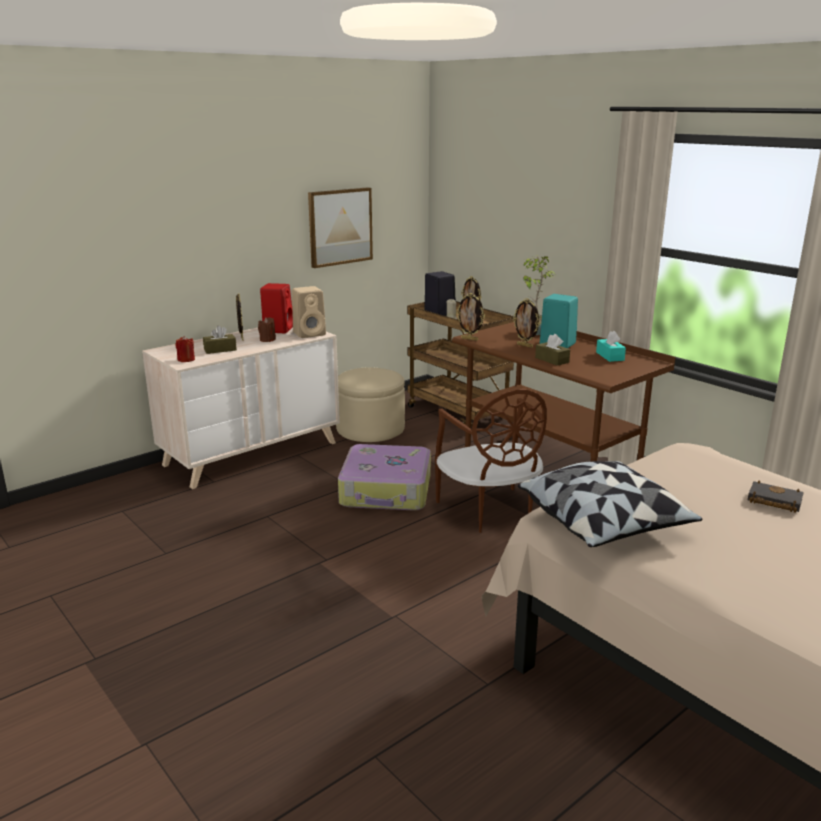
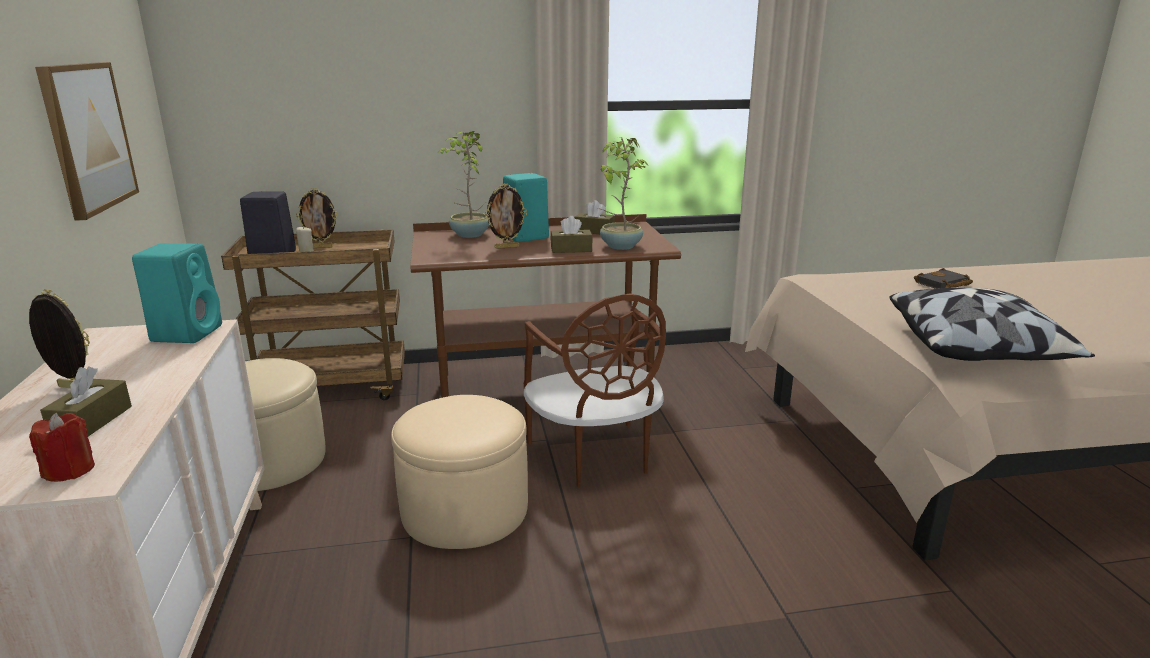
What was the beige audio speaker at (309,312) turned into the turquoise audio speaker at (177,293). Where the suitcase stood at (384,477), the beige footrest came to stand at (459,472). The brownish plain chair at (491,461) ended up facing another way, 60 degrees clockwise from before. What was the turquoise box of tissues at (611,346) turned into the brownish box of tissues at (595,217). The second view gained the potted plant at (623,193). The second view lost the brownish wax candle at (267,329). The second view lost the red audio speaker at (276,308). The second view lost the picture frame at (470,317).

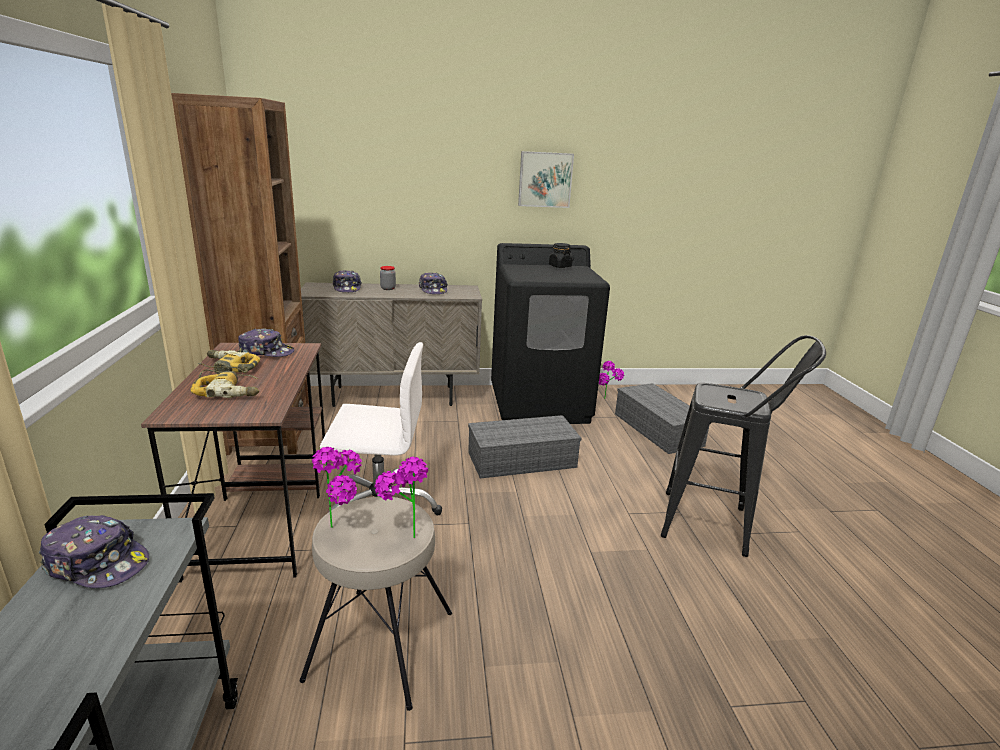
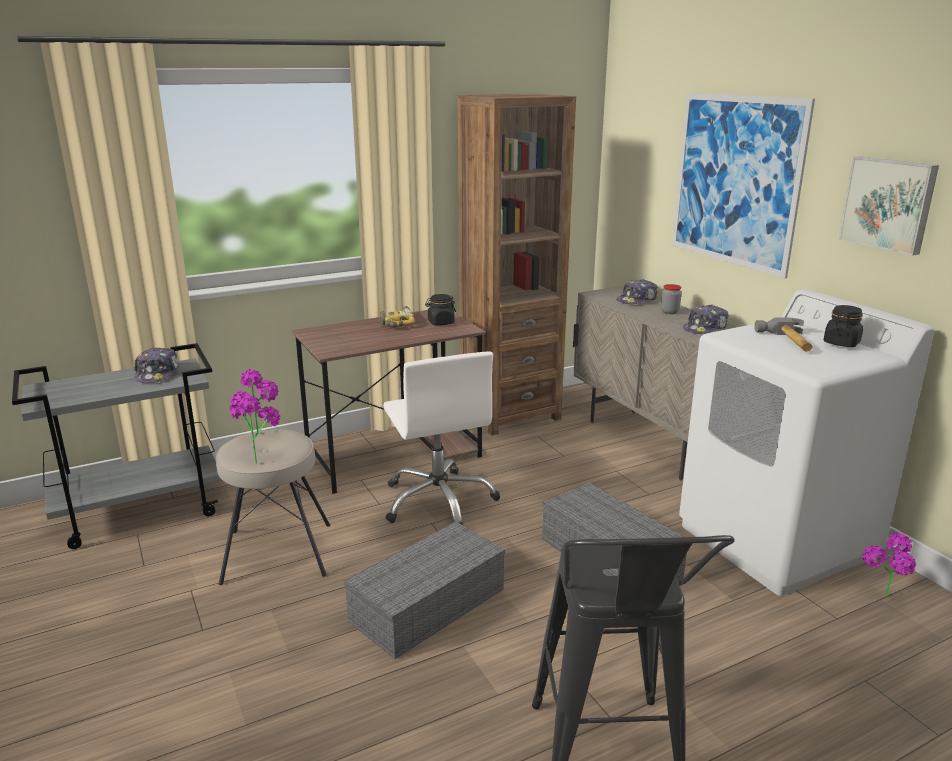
The grey storage box ended up elsewhere, having gone from (662,418) to (424,590). Where the peaked cap stood at (265,343), the black jar came to stand at (440,309). The second view gained the picture at (743,185). What was the black laundry machine at (550,333) turned into the whitish laundry machine at (806,442). The second view gained the hammer at (783,335). The second view lost the power drill at (224,383).

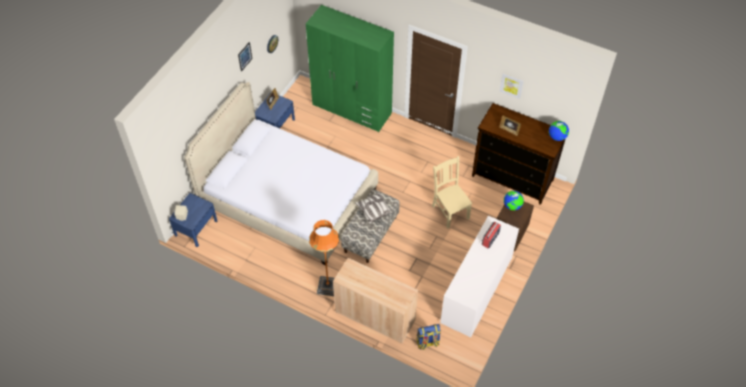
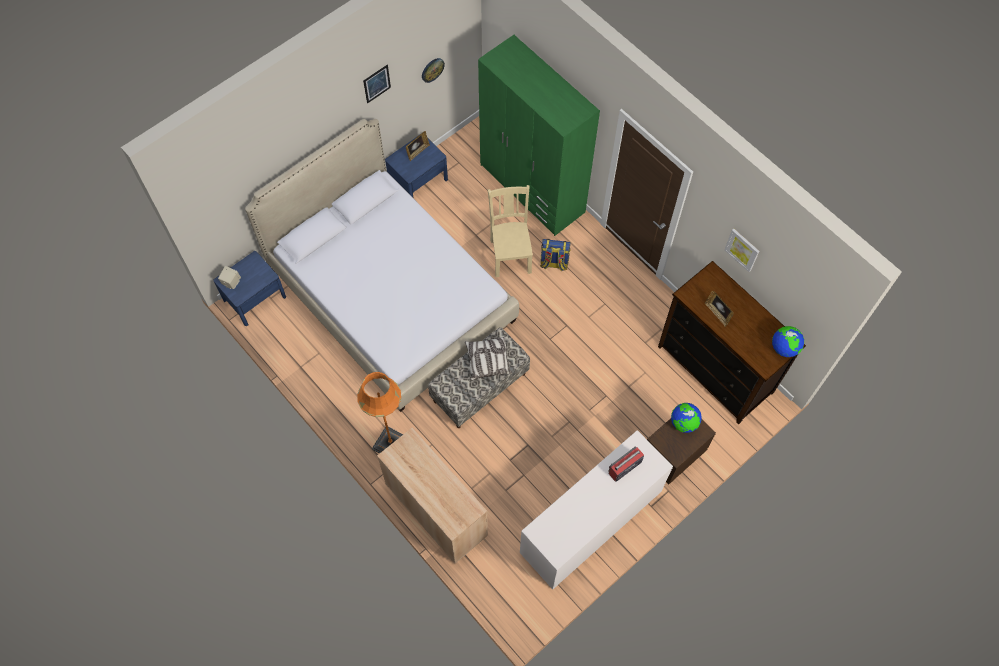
The beige plain chair ended up elsewhere, having gone from (452,192) to (510,231). The knapsack ended up elsewhere, having gone from (428,337) to (555,255).

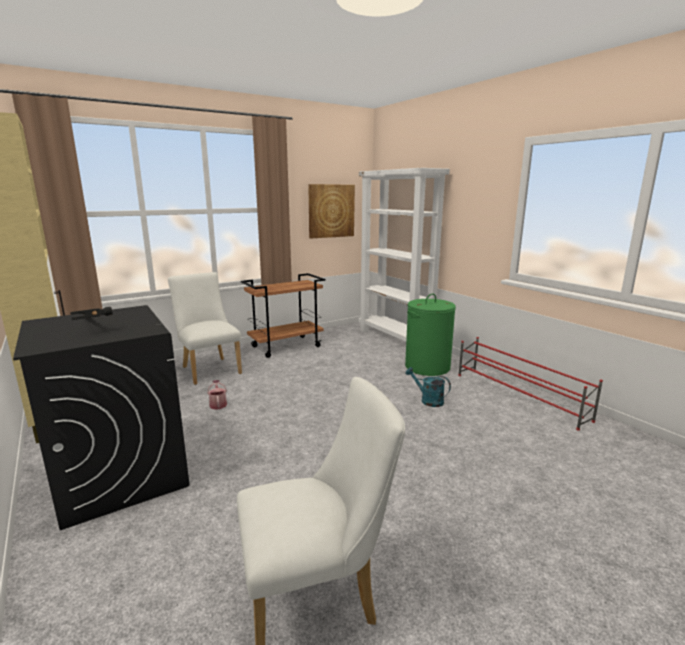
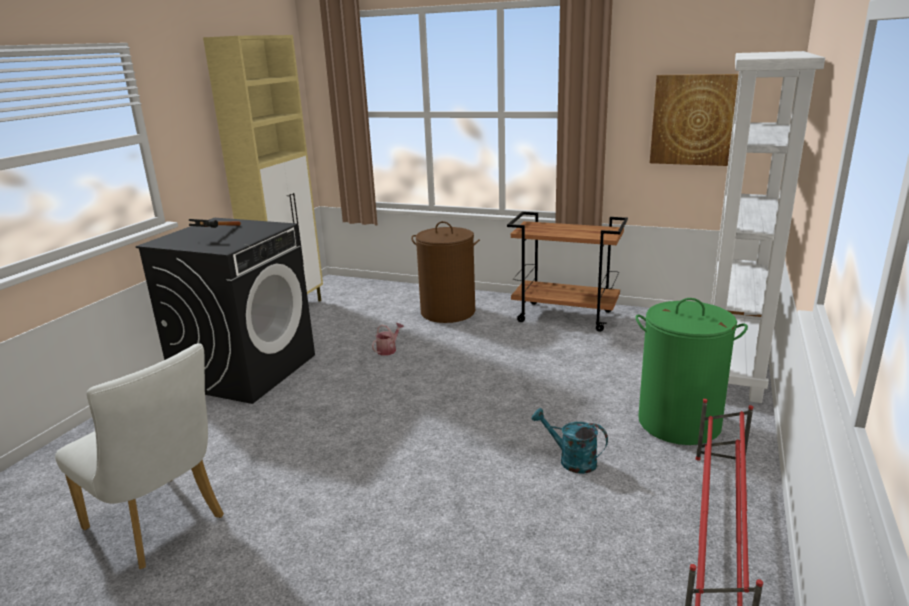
Where the whitish plain chair stood at (205,328), the brownish laundry basket came to stand at (445,272). The turquoise sprinkling can at (428,387) ended up facing another way, 60 degrees counterclockwise from before.

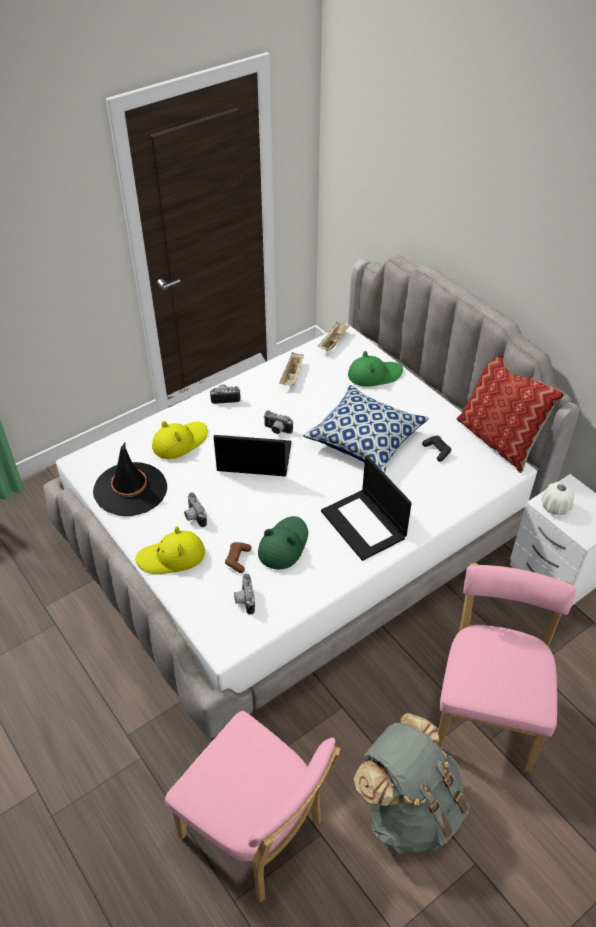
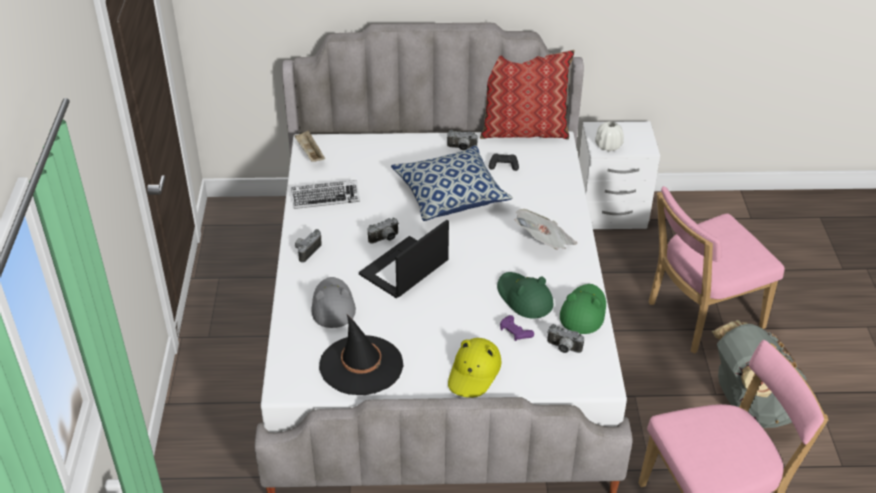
Where the beige tray stood at (291,369), the keyboard came to stand at (325,194). What was the yellow clothing hat at (180,440) turned into the grey clothing hat at (333,302). The still camera ended up elsewhere, having gone from (195,509) to (462,140). What was the brownish gamepad at (238,557) turned into the purple gamepad at (517,328). Where the notebook computer stood at (366,508), the daily paper came to stand at (545,229). The green-coloured clothing hat ended up elsewhere, having gone from (375,369) to (583,309). The pink plain chair at (506,668) ended up facing another way, 75 degrees counterclockwise from before.

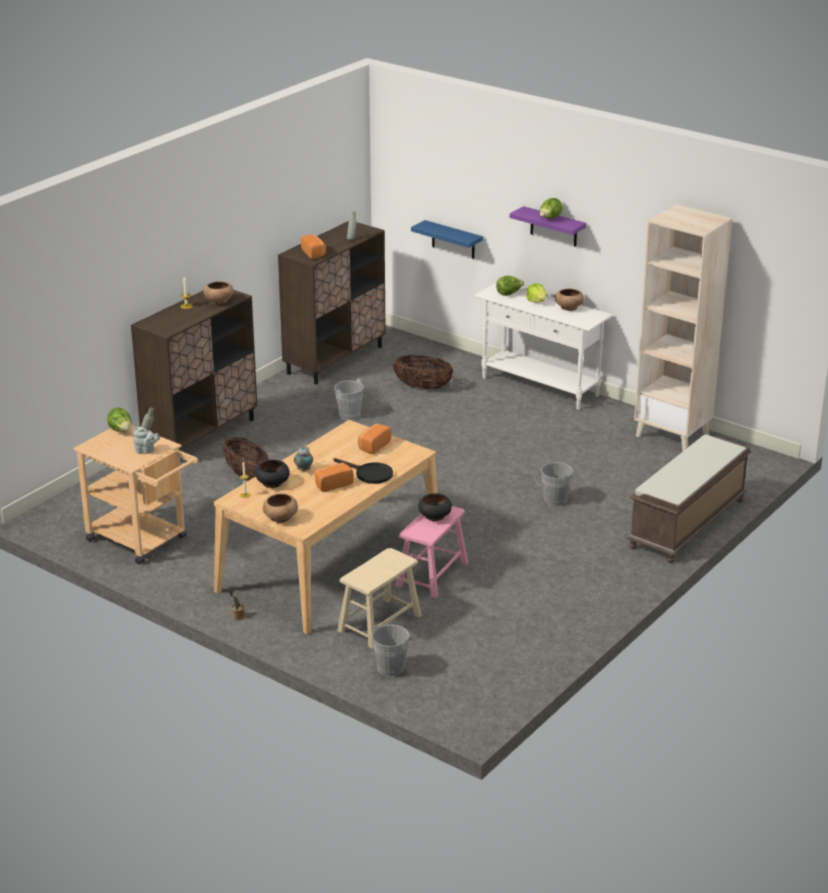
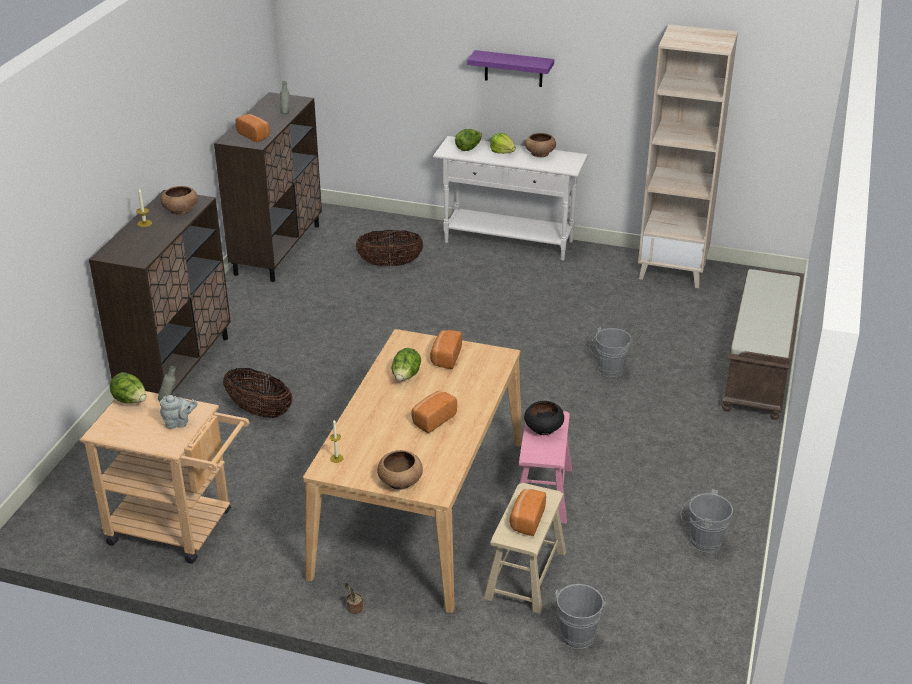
The lettuce ended up elsewhere, having gone from (551,208) to (406,364). The second view gained the bread at (527,512). The grey bucket ended up elsewhere, having gone from (347,399) to (707,520). The second view lost the black bowl at (272,474). The second view lost the pot for tea at (303,458). The second view lost the black frying pan at (363,471). The second view lost the bluish bracket shelf at (447,239).

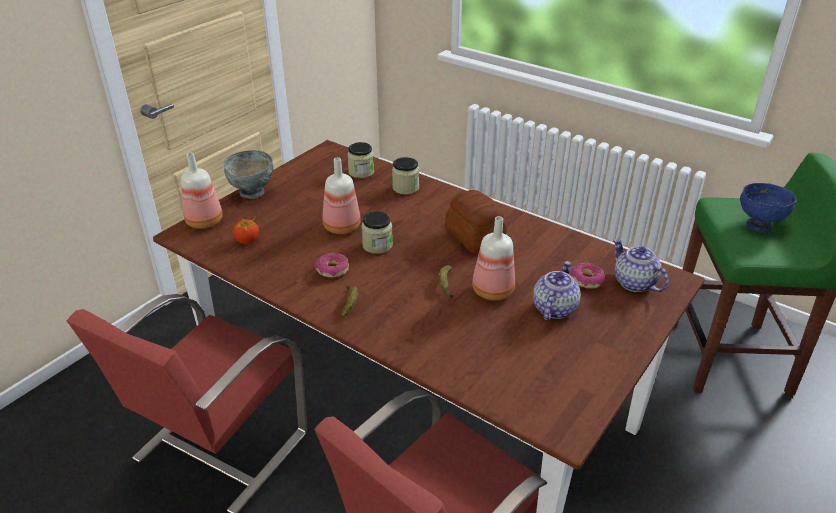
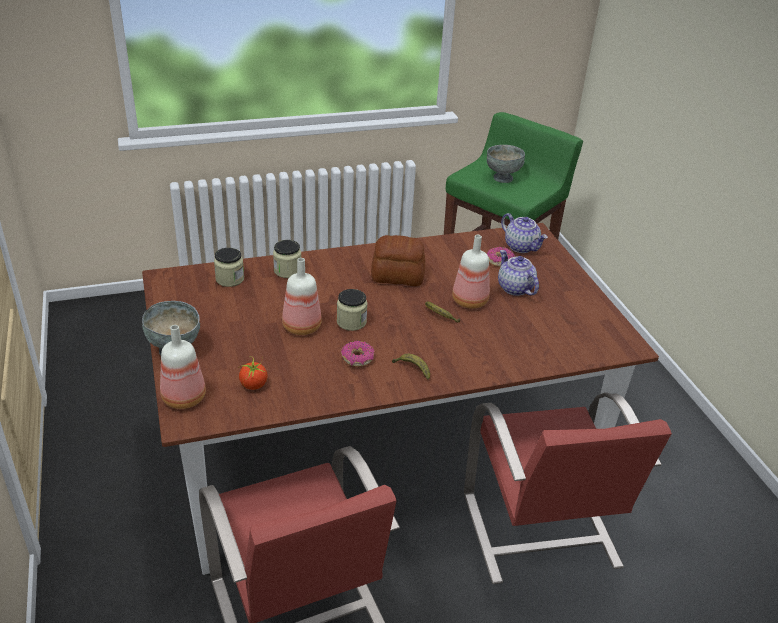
What was the bluish bowl at (768,208) turned into the grey bowl at (506,164). The pot for tea at (641,265) ended up facing another way, 135 degrees counterclockwise from before.

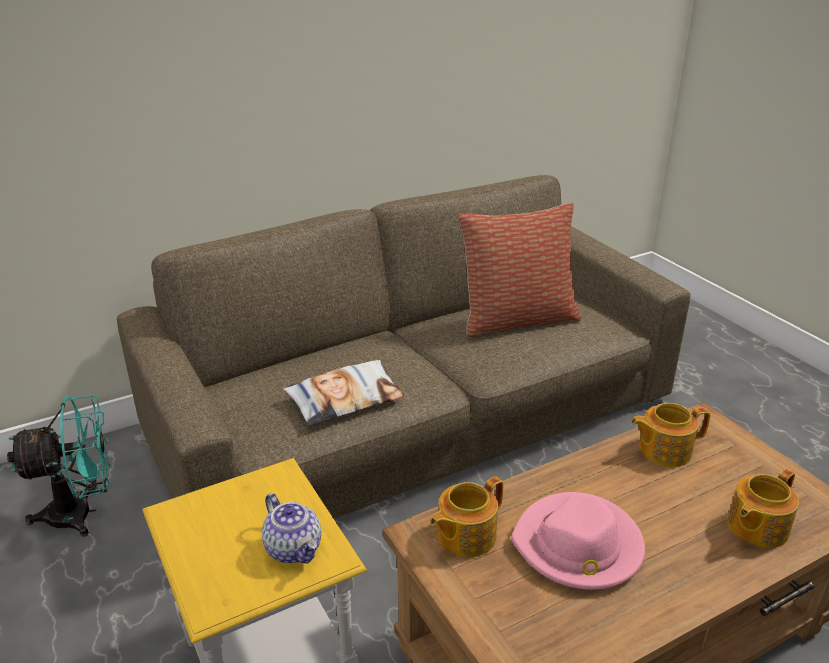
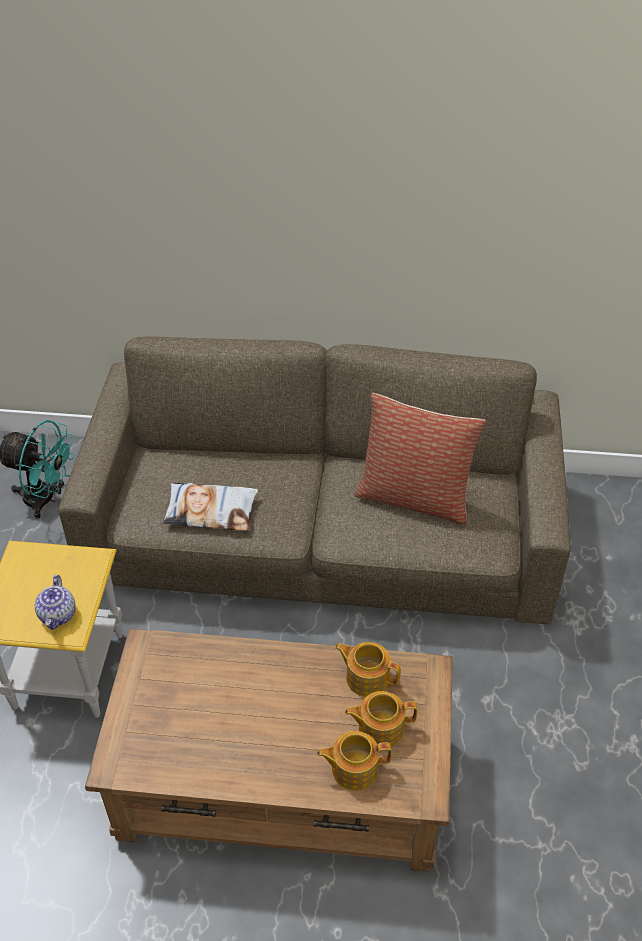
The pot for tea ended up elsewhere, having gone from (467,516) to (381,719). The second view lost the pink clothing hat at (578,541).

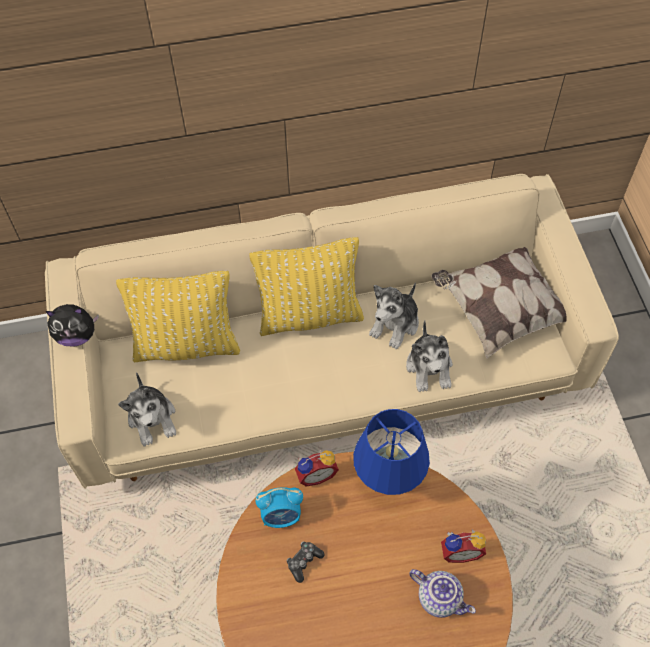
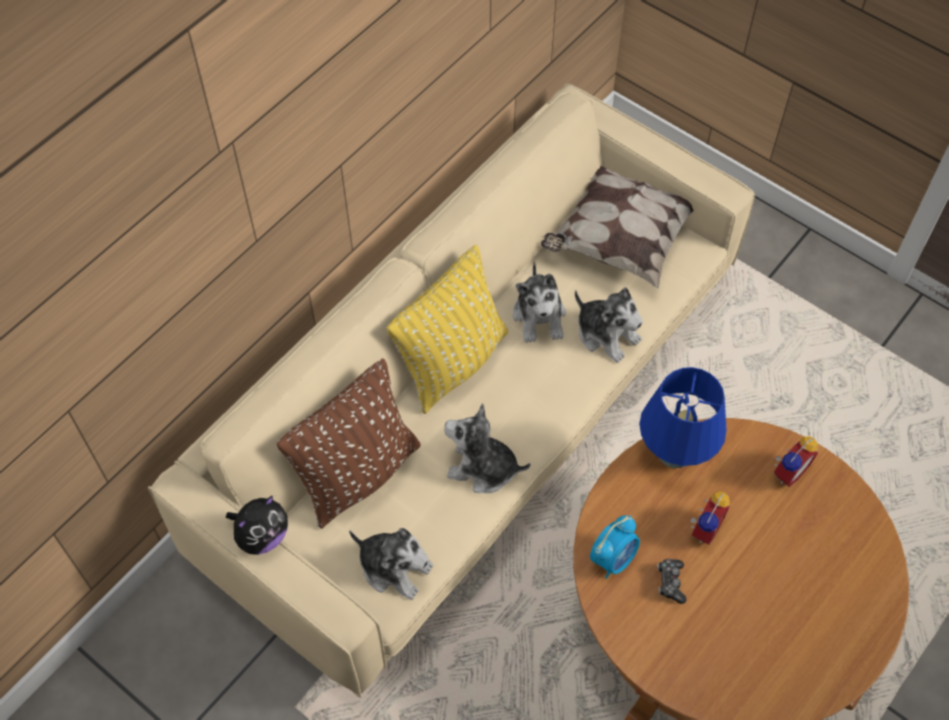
What was the yellow throw pillow at (178,316) turned into the brownish throw pillow at (349,444). The second view gained the soft toy at (487,448). The bedside clock ended up elsewhere, having gone from (317,468) to (710,518). The second view lost the pot for tea at (442,593).

